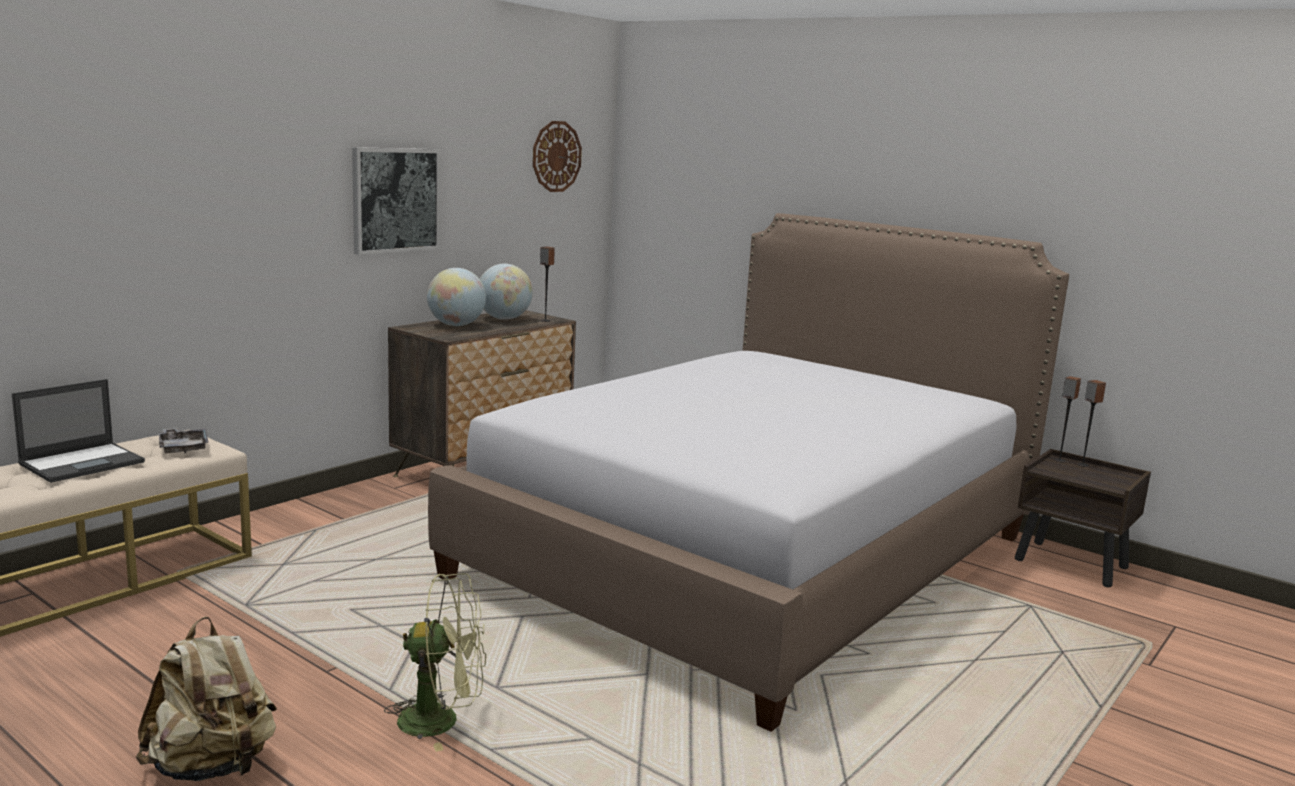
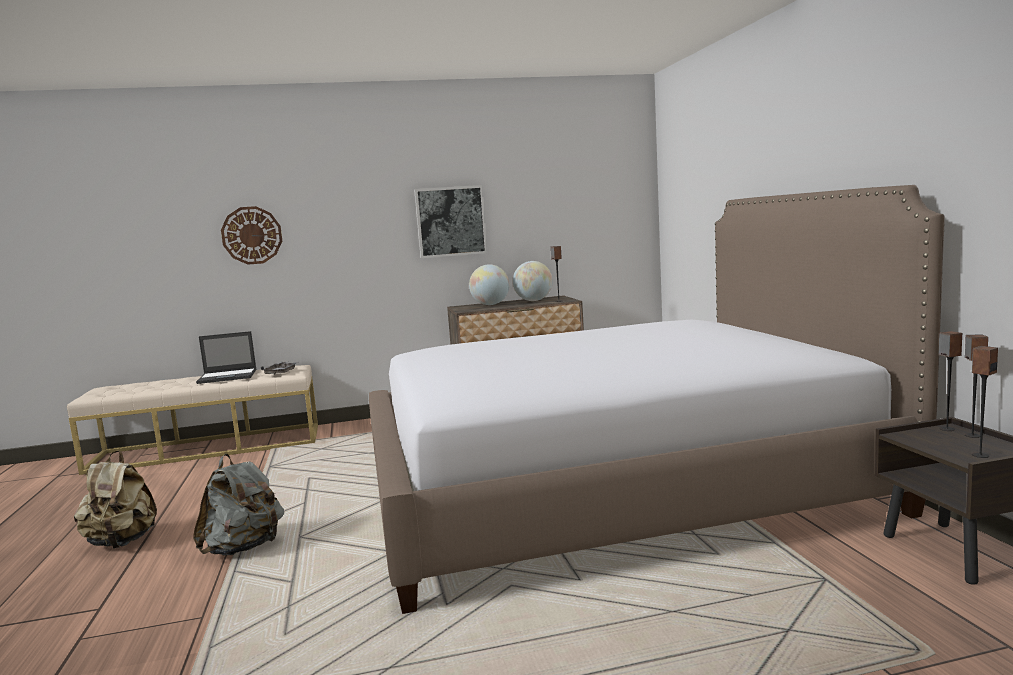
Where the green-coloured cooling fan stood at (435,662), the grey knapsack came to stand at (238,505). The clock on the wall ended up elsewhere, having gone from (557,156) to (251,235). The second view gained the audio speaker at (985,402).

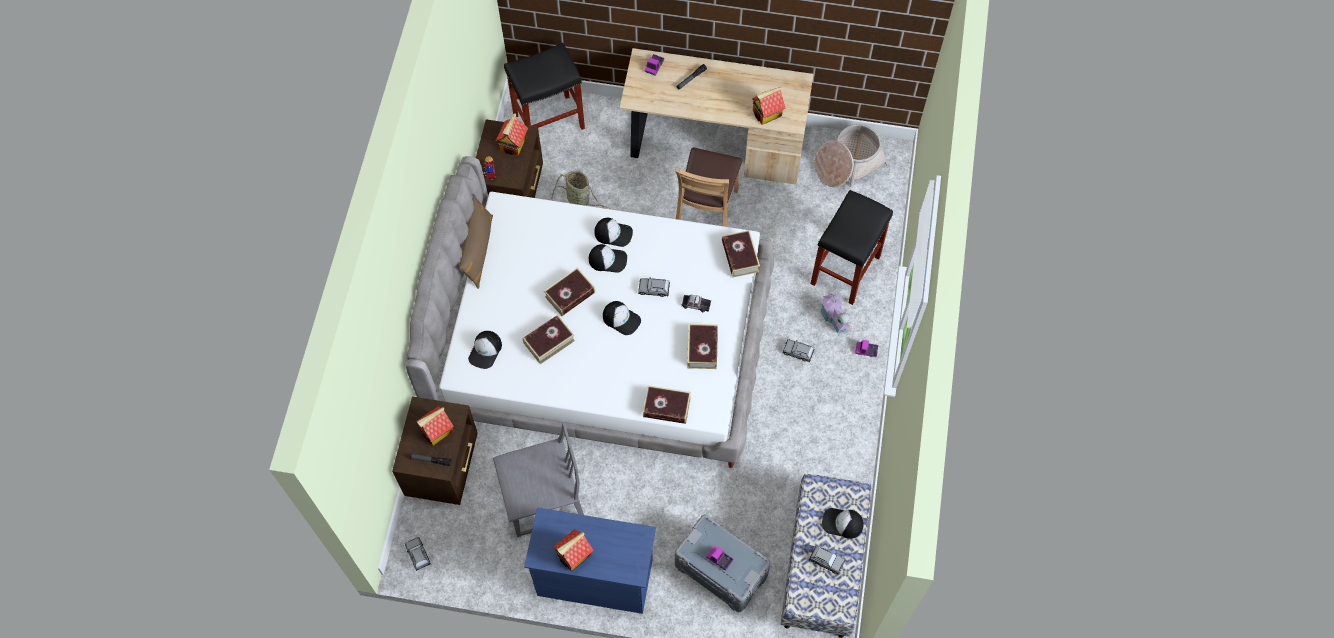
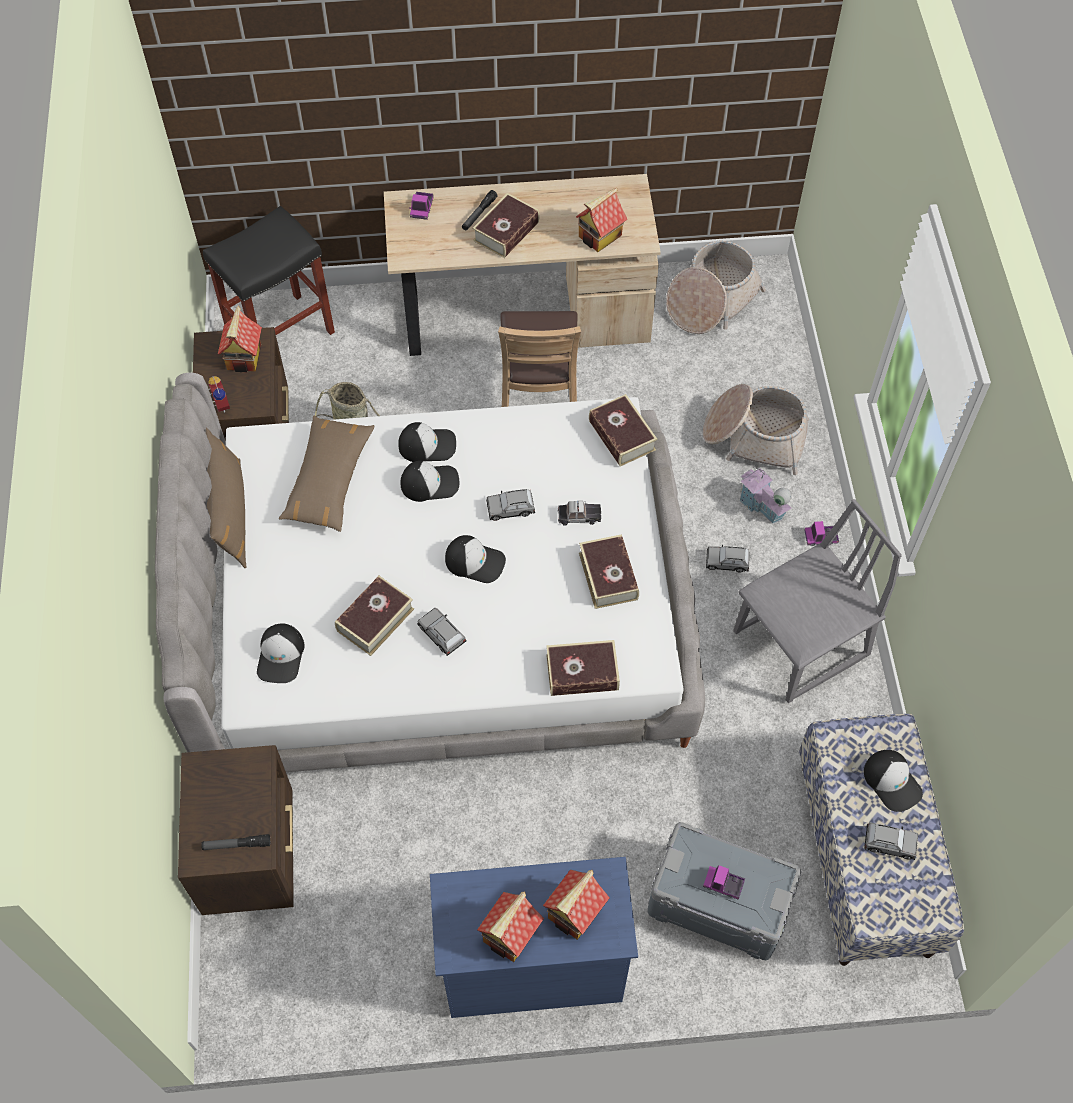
The second view gained the brownish throw pillow at (326,473). The grey model car ended up elsewhere, having gone from (418,554) to (442,632). The volume ended up elsewhere, having gone from (569,292) to (506,225). The miniature house ended up elsewhere, having gone from (435,426) to (576,905). Where the black stool stood at (851,247), the basket came to stand at (756,429). The grey plain chair ended up elsewhere, having gone from (538,479) to (817,601). The peaked cap at (843,523) ended up facing another way, 120 degrees counterclockwise from before.

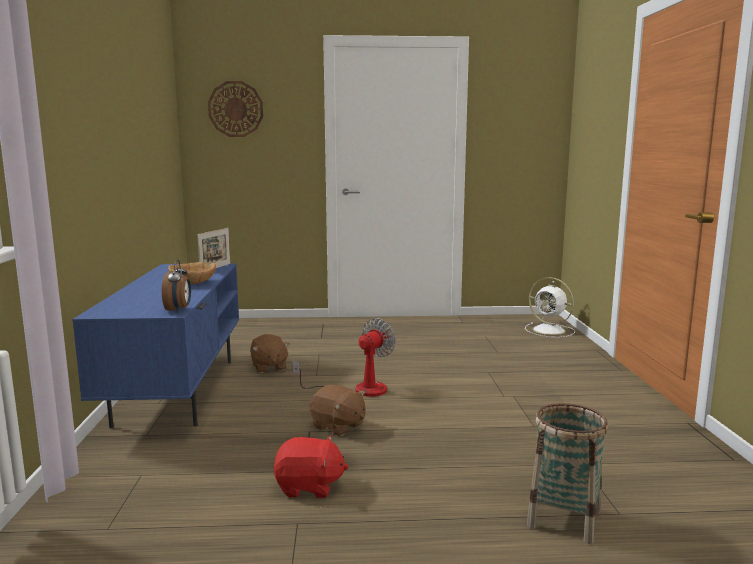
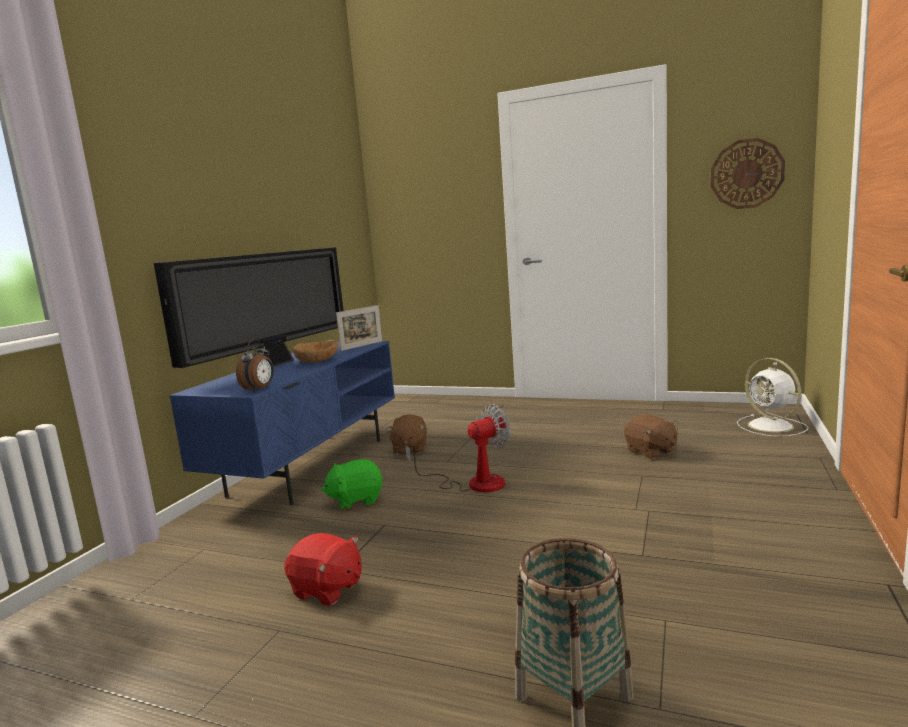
The second view gained the TV set at (248,307). The second view gained the green-coloured soft toy at (352,484). The brownish soft toy ended up elsewhere, having gone from (337,410) to (650,436). The clock on the wall ended up elsewhere, having gone from (235,109) to (748,173).

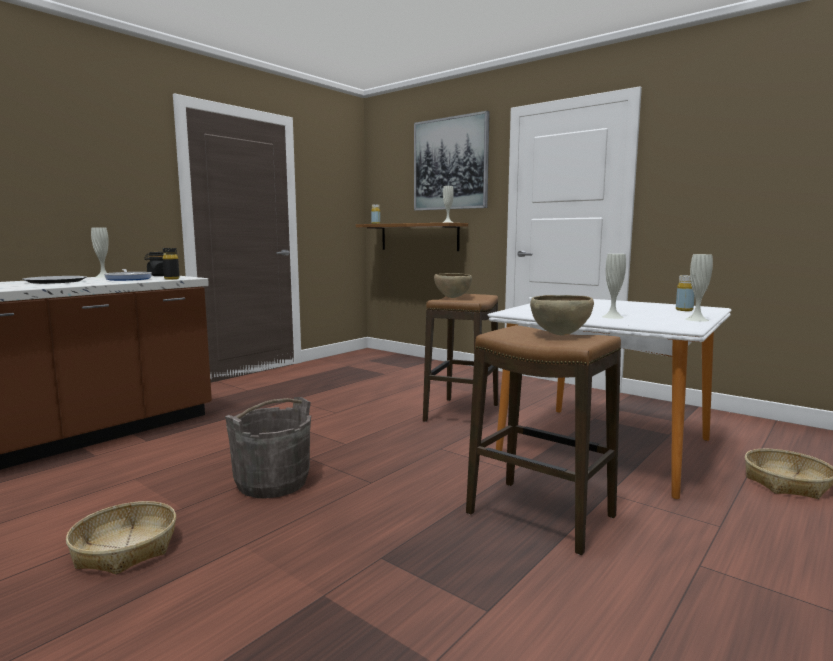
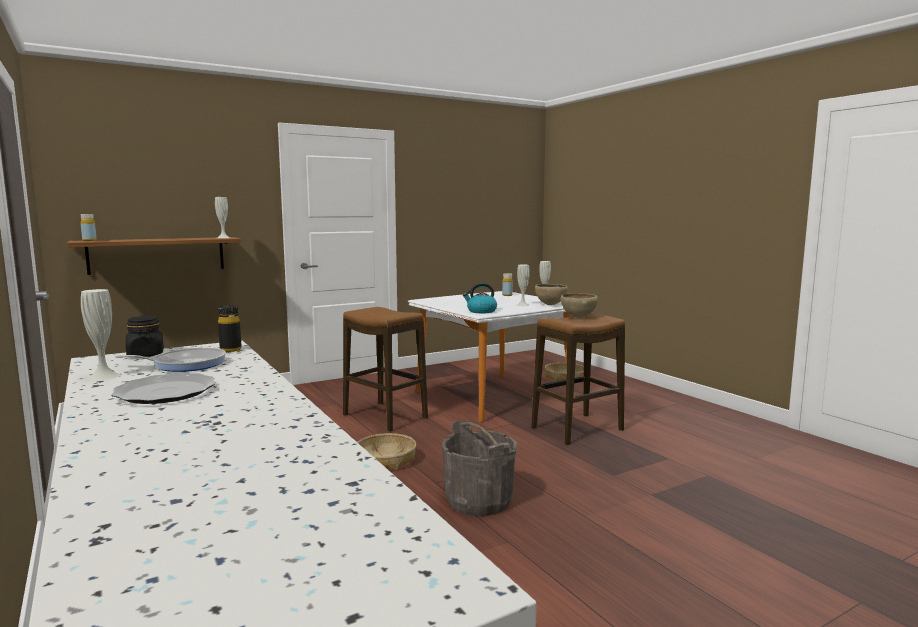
The basket ended up elsewhere, having gone from (121,537) to (386,451). The second view gained the tea kettle at (480,298). The brownish bowl ended up elsewhere, having gone from (453,285) to (551,294). The second view lost the picture at (452,161).

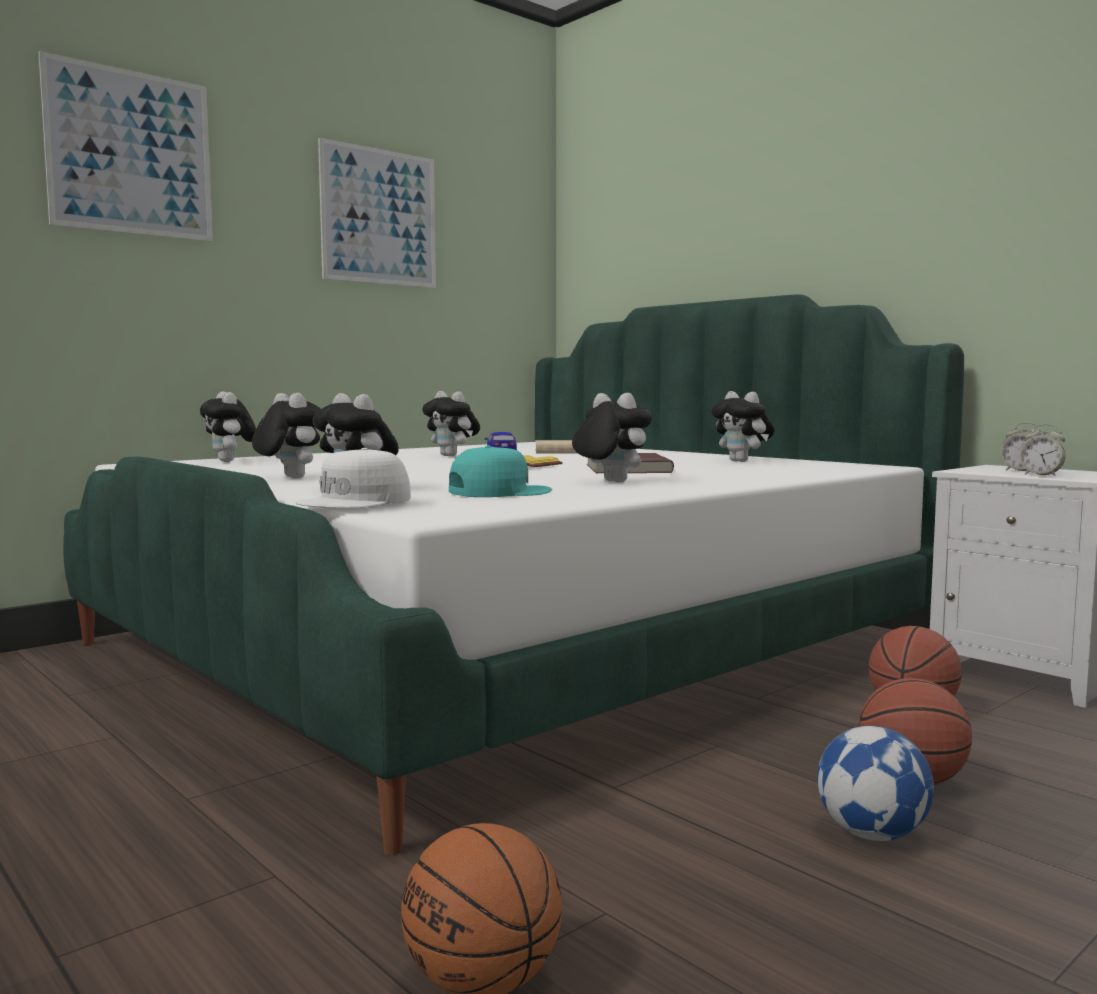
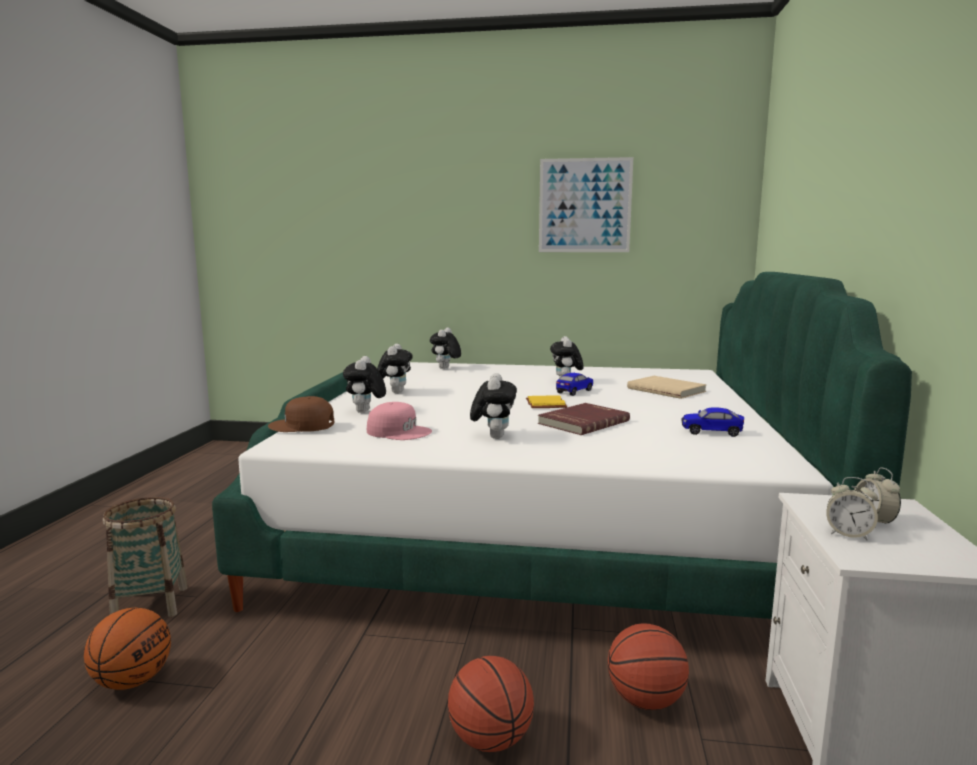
The second view gained the basket at (145,557). What was the whitish peaked cap at (353,478) turned into the brownish peaked cap at (301,414). What was the turquoise peaked cap at (500,471) turned into the pink peaked cap at (399,421). Where the soft toy stood at (743,426), the model car came to stand at (712,422). The bedside clock at (1042,450) ended up facing another way, 60 degrees counterclockwise from before. The second view lost the picture at (125,146). The second view lost the football at (875,783).

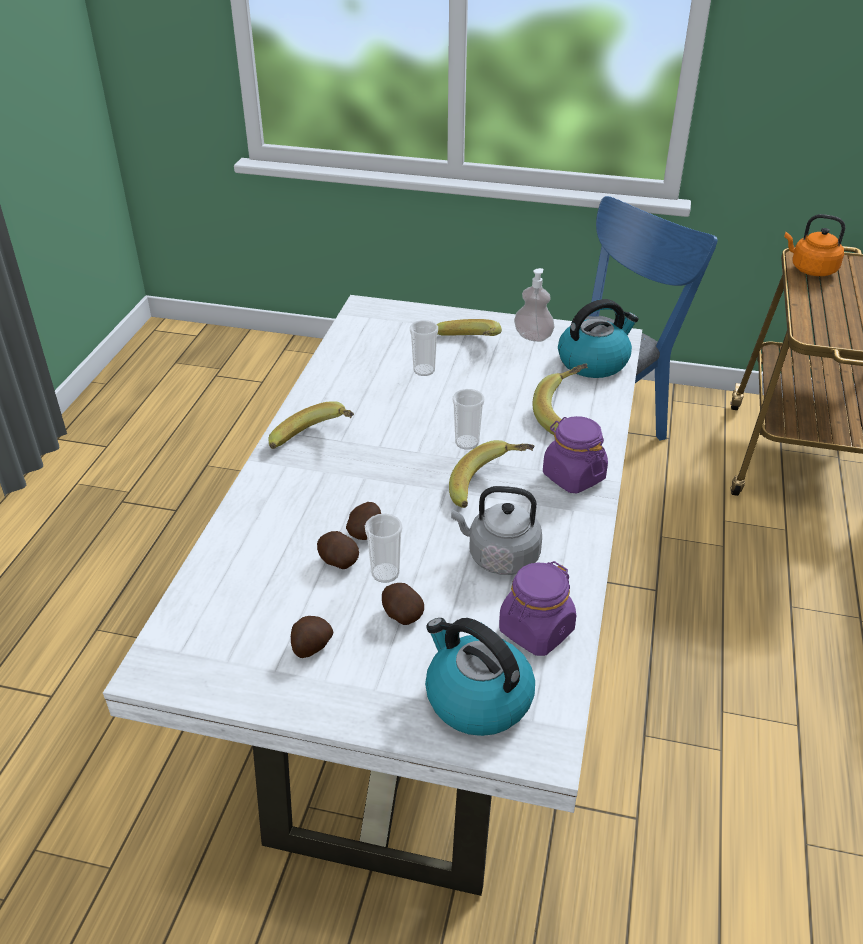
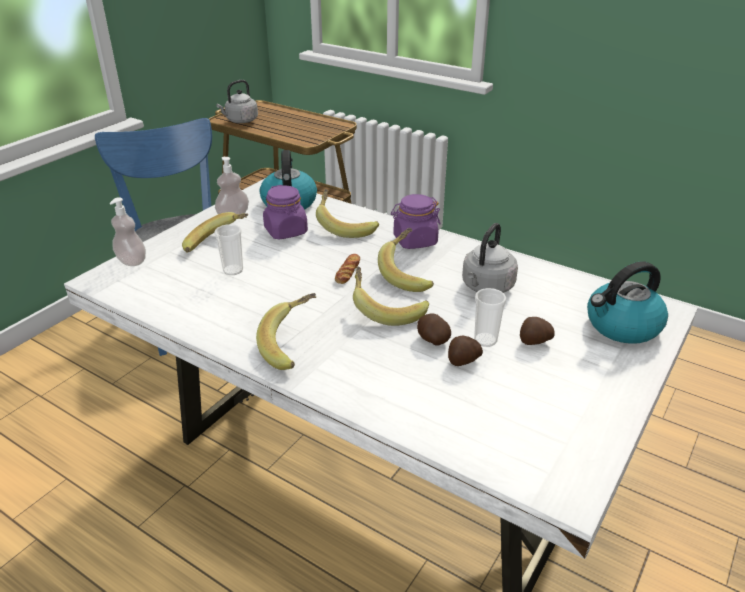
The second view gained the soap bottle at (128,231). What was the orange tea kettle at (814,245) turned into the grey tea kettle at (237,101). The purple jar ended up elsewhere, having gone from (537,608) to (285,212). Where the cup stood at (468,419), the bread came to stand at (347,269). The second view gained the whole banana at (391,296). The second view lost the whole potato at (312,637).

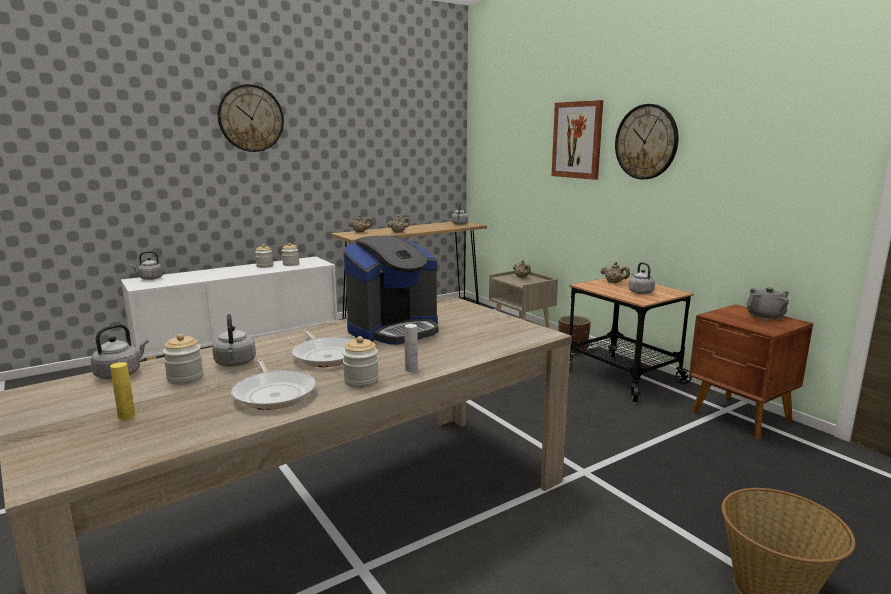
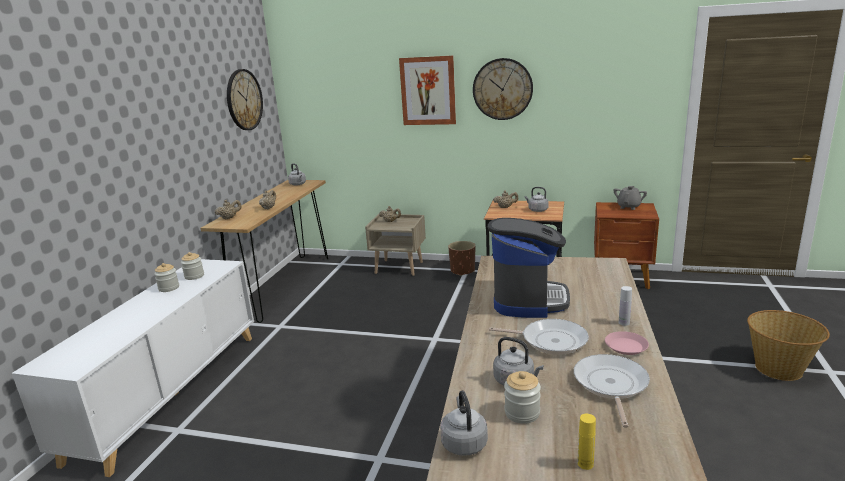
The clock on the wall ended up elsewhere, having gone from (251,118) to (245,99). The frying pan at (273,384) ended up facing another way, 105 degrees counterclockwise from before. Where the jar stood at (360,362), the pink plate came to stand at (627,343). The second view lost the grey tea kettle at (147,265).

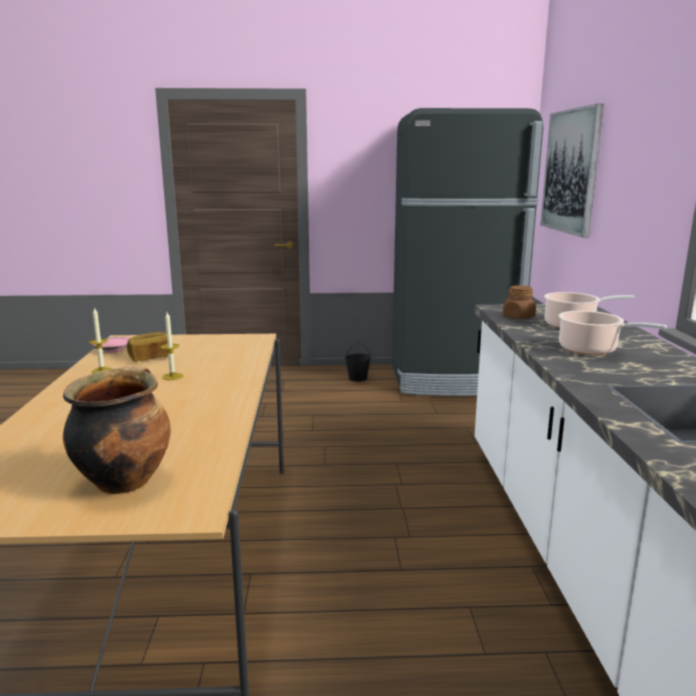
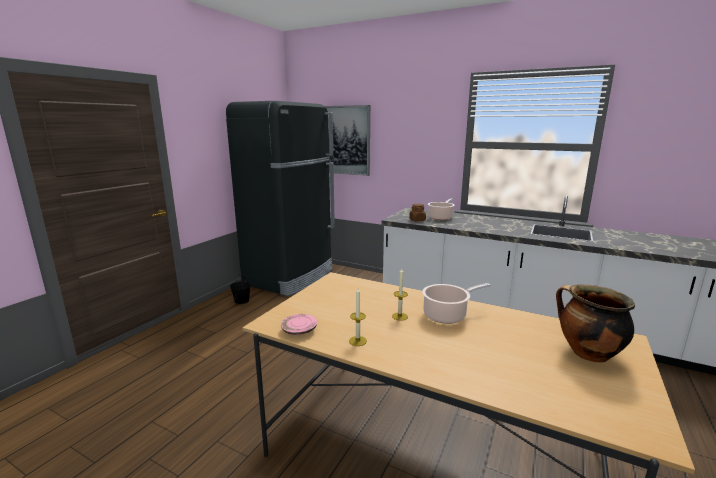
The stockpot ended up elsewhere, having gone from (612,333) to (456,303). The second view lost the bread at (147,347).

